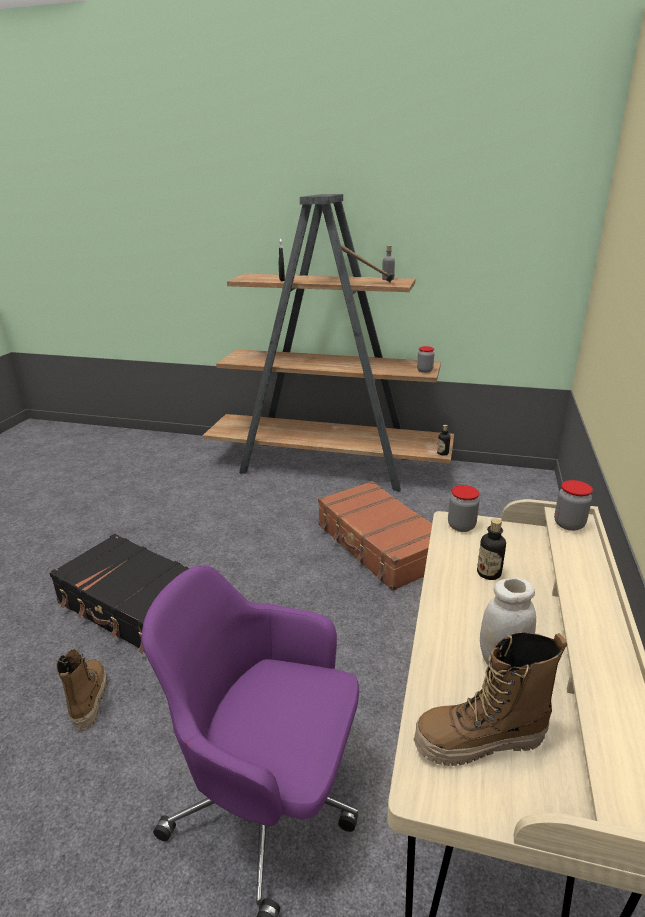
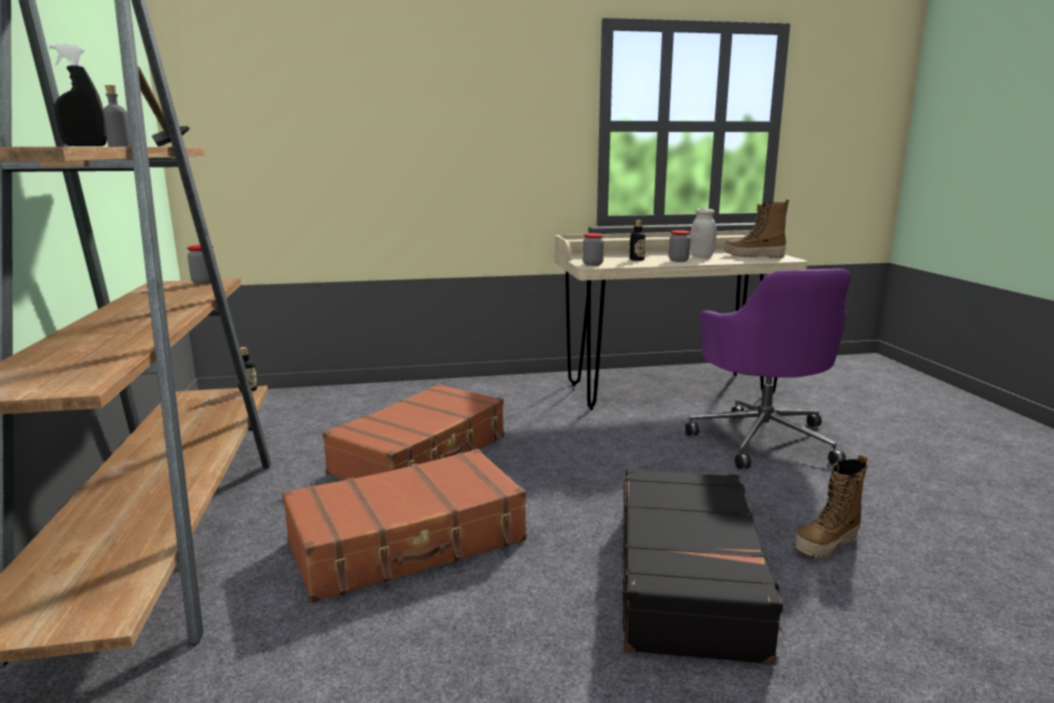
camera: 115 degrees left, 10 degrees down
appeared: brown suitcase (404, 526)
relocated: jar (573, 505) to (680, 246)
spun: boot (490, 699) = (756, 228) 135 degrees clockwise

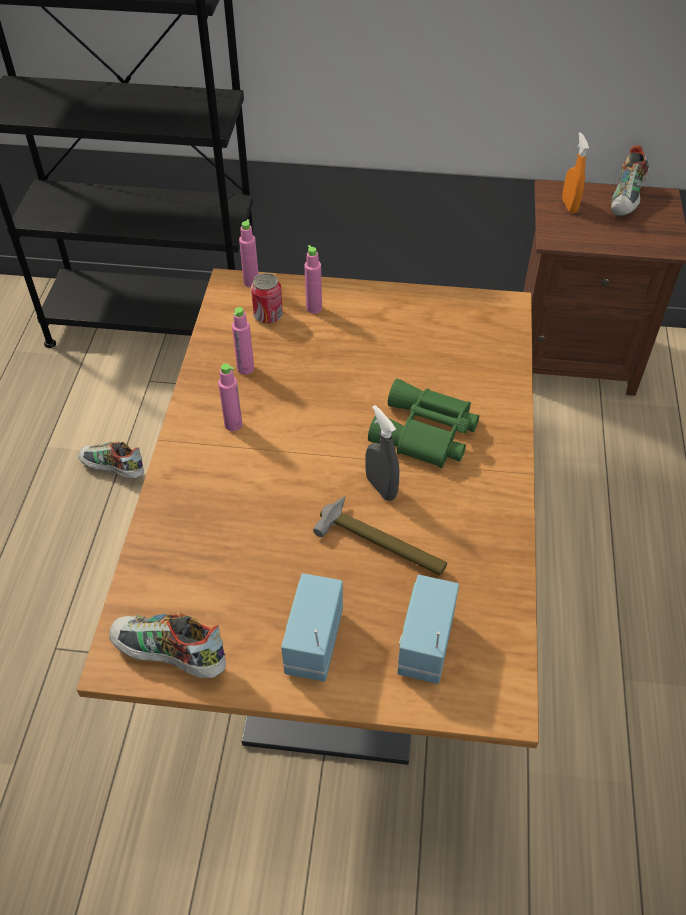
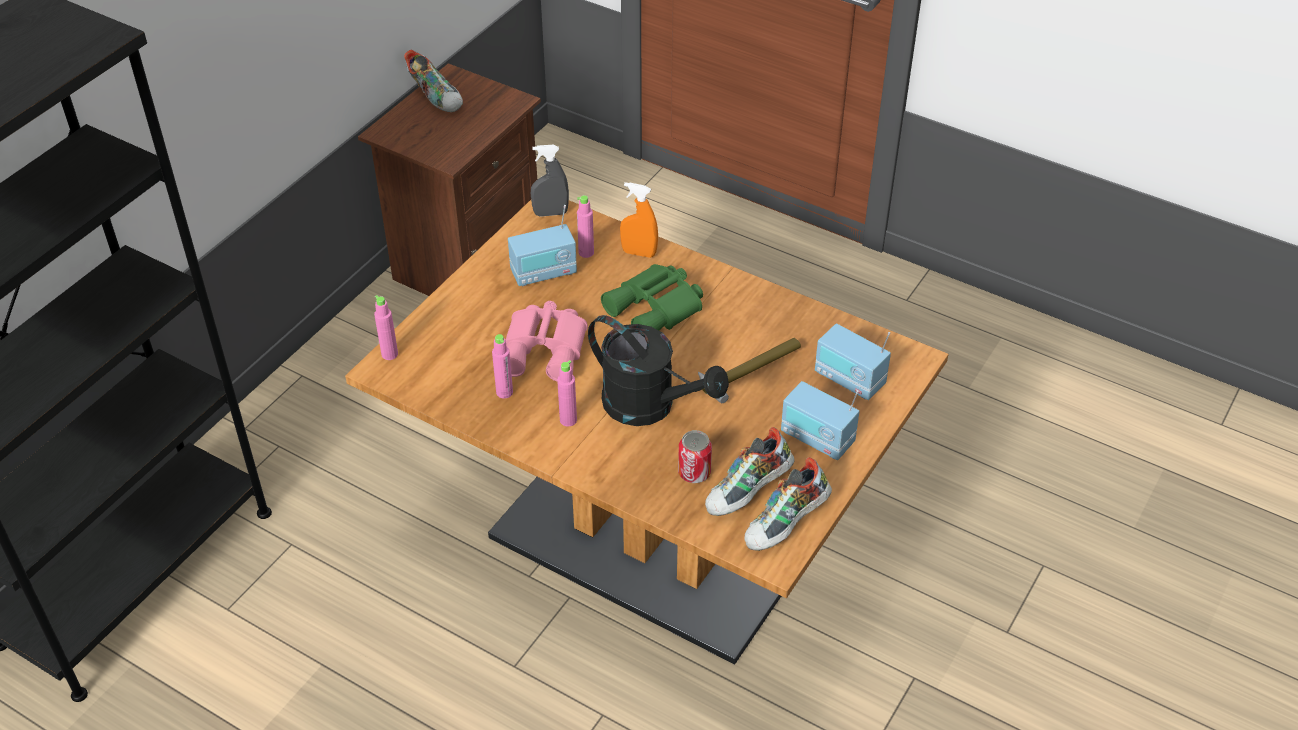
camera: 65 degrees left, 5 degrees down
appeared: pink binoculars (547, 341); radio (542, 245); black watering can (658, 370)
relocated: grey spray bottle (383, 453) to (550, 181); pink bottle (313, 279) to (585, 226); orange spray bottle (575, 172) to (639, 220); can (267, 298) to (695, 456); shoe (111, 460) to (750, 471)

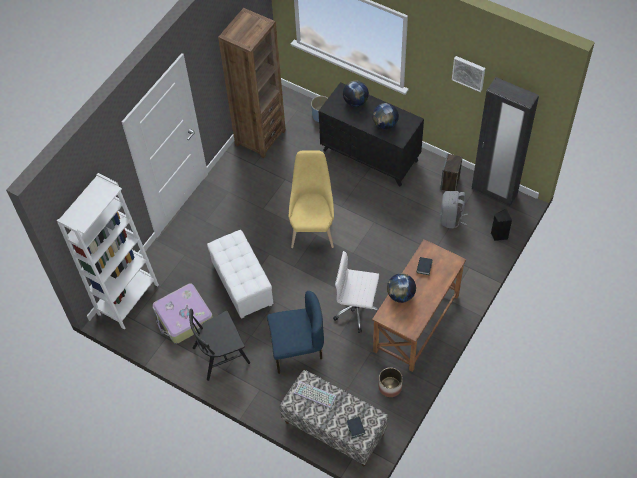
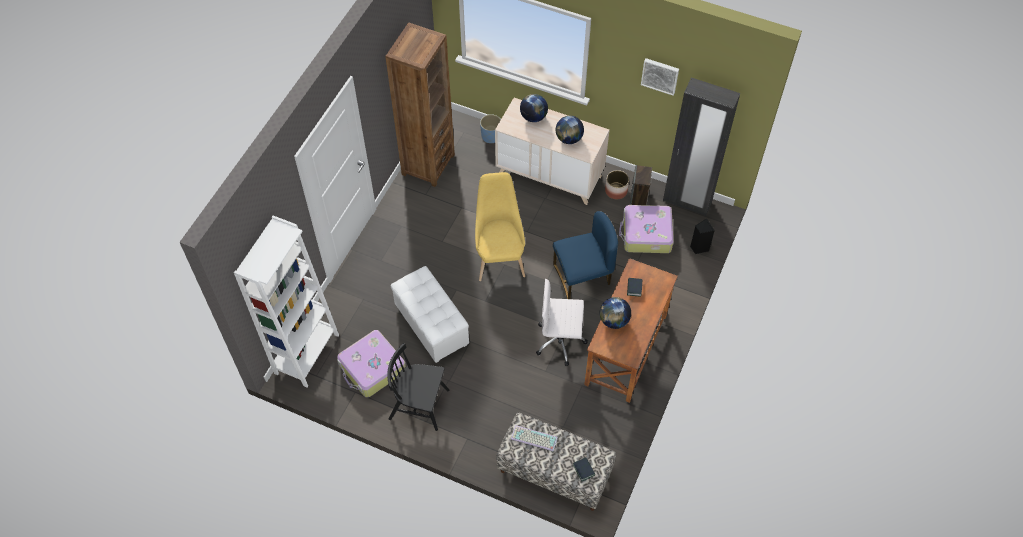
camera: 10 degrees left, 0 degrees up
relocated: blue chair (295, 332) to (585, 255); planter (390, 382) to (617, 184)
exchanged: grey backpack (454, 209) to suitcase (646, 229)
colour: black dresser (371, 134) to beige dresser (552, 151)
spun: black chair (219, 345) = (418, 387) 45 degrees clockwise

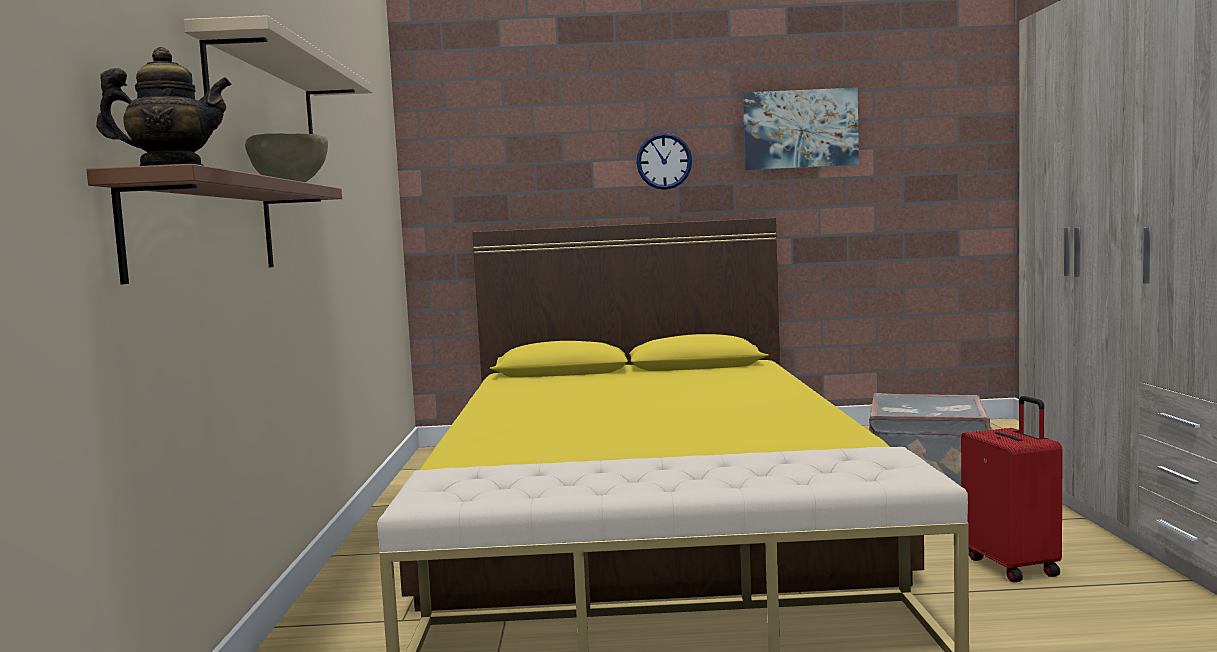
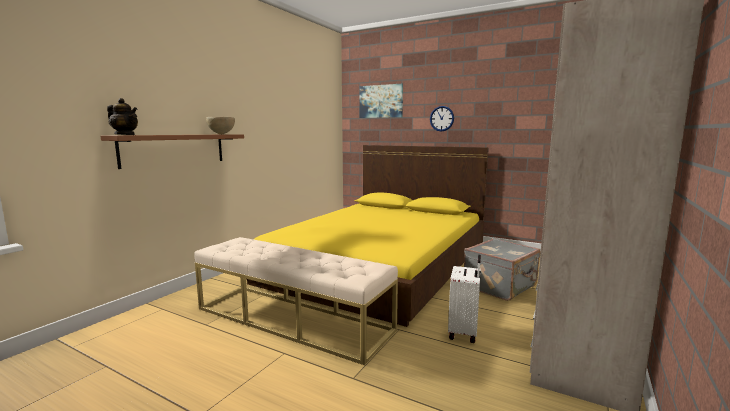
camera: 30 degrees right, 5 degrees up
missing: beige shelf (278, 74)
relocated: picture (801, 128) to (381, 101)
colour: red suitcase (1012, 489) to white suitcase (464, 299)

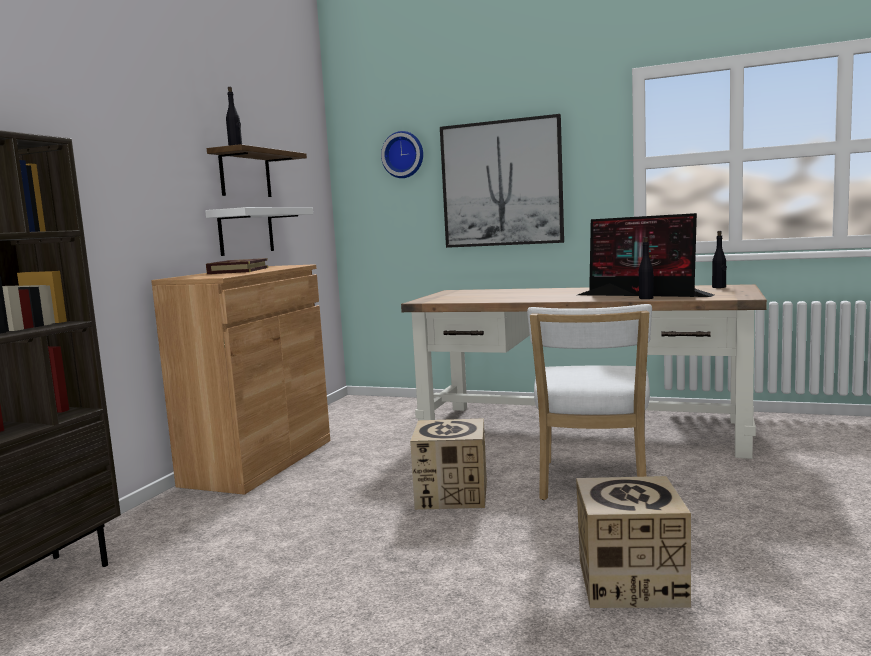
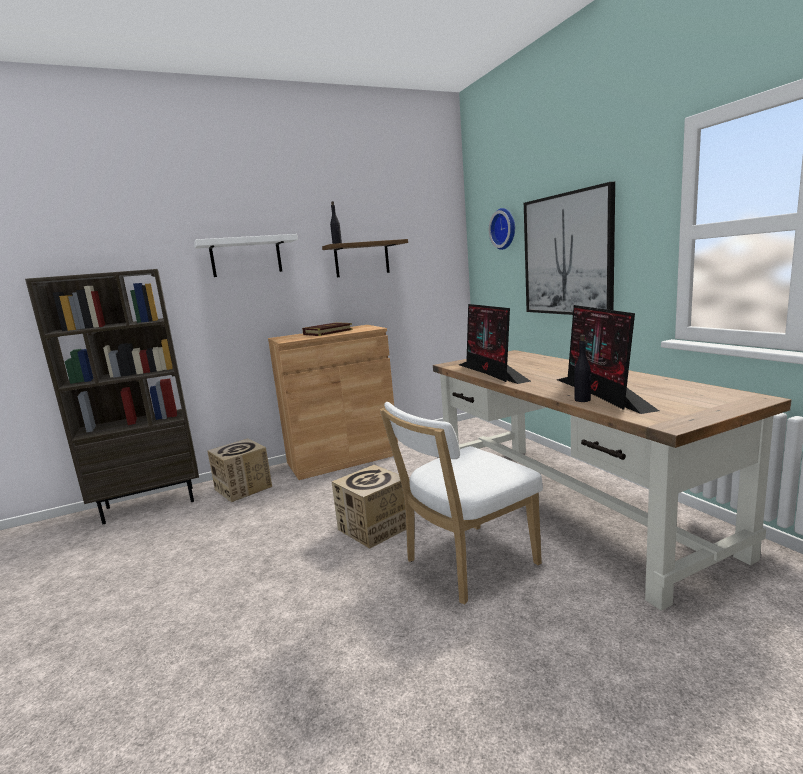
camera: 45 degrees right, 5 degrees up
missing: black bottle (719, 259)
appeared: monitor (495, 344)
relocated: white shelf (259, 231) to (246, 255); cardboard box (633, 542) to (240, 470)

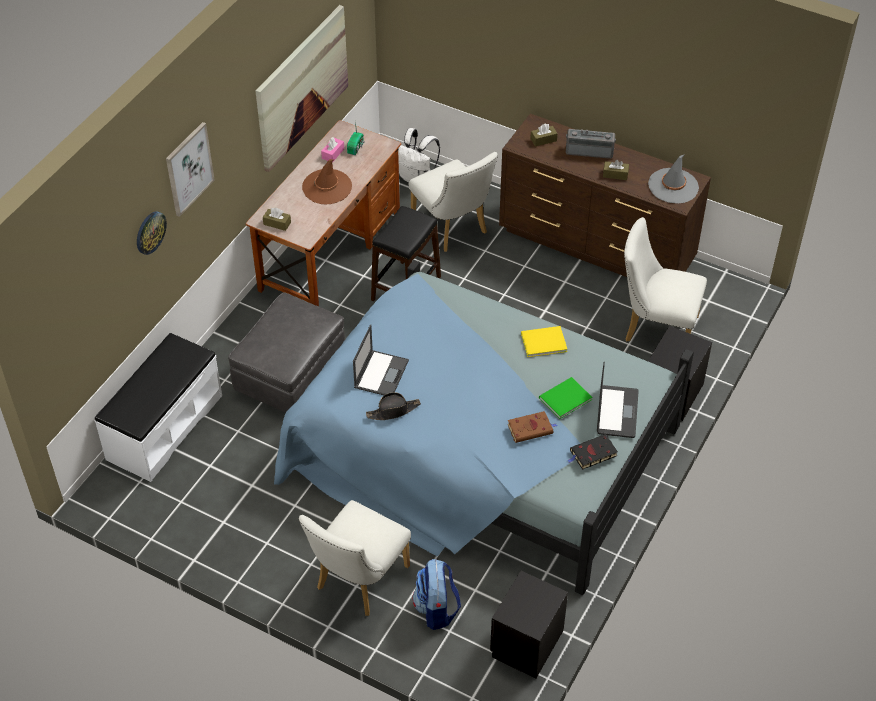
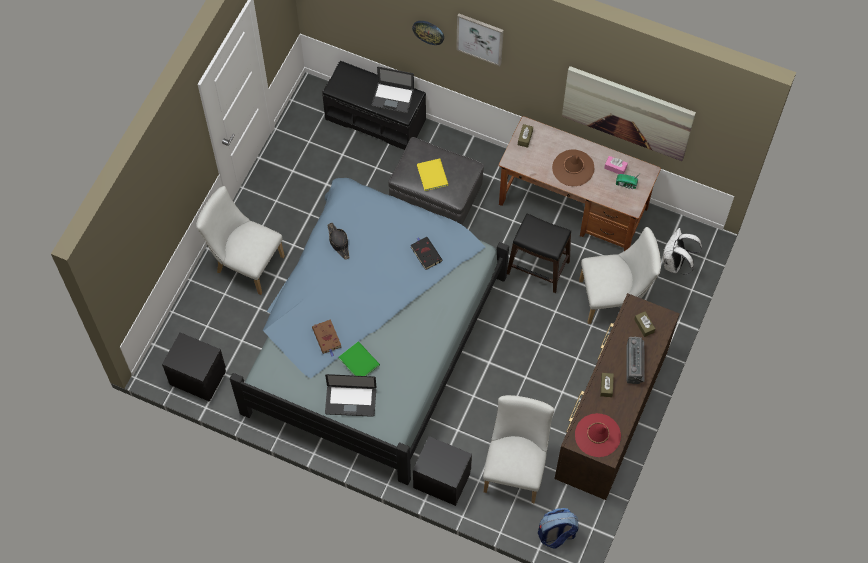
camera: 85 degrees right, 15 degrees up
relocated: laptop (381, 359) to (392, 90); black book (592, 452) to (427, 253); yellow book (544, 341) to (432, 174); backpack (437, 594) to (558, 528)
colour: white bench (158, 407) to black bench (374, 105); grey hat (673, 179) to red hat (598, 435)
spun: white chair (453, 202) = (620, 275) 150 degrees counterclockwise

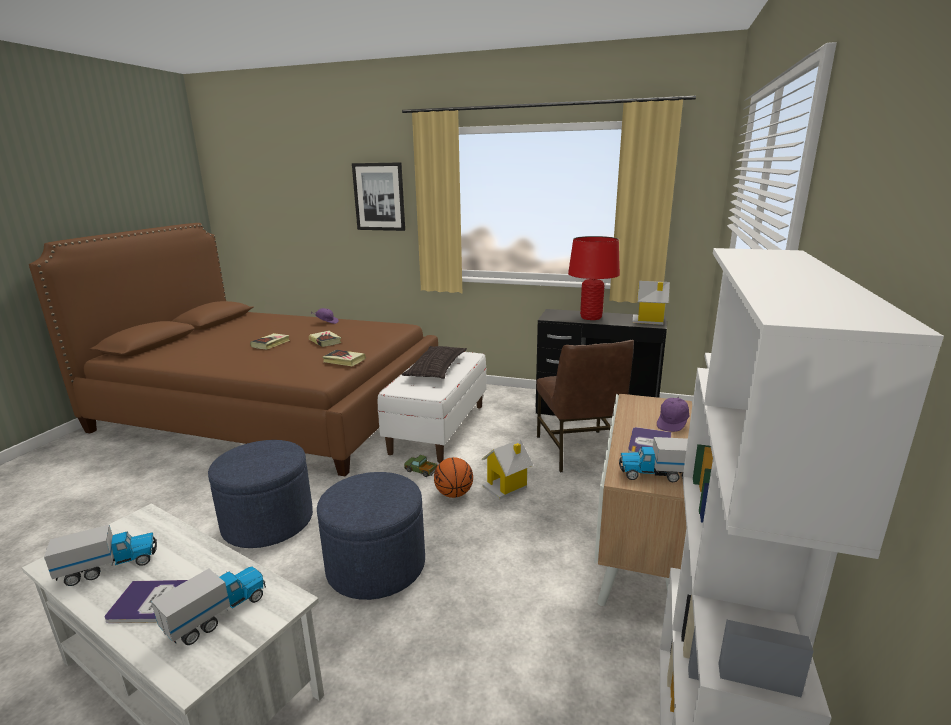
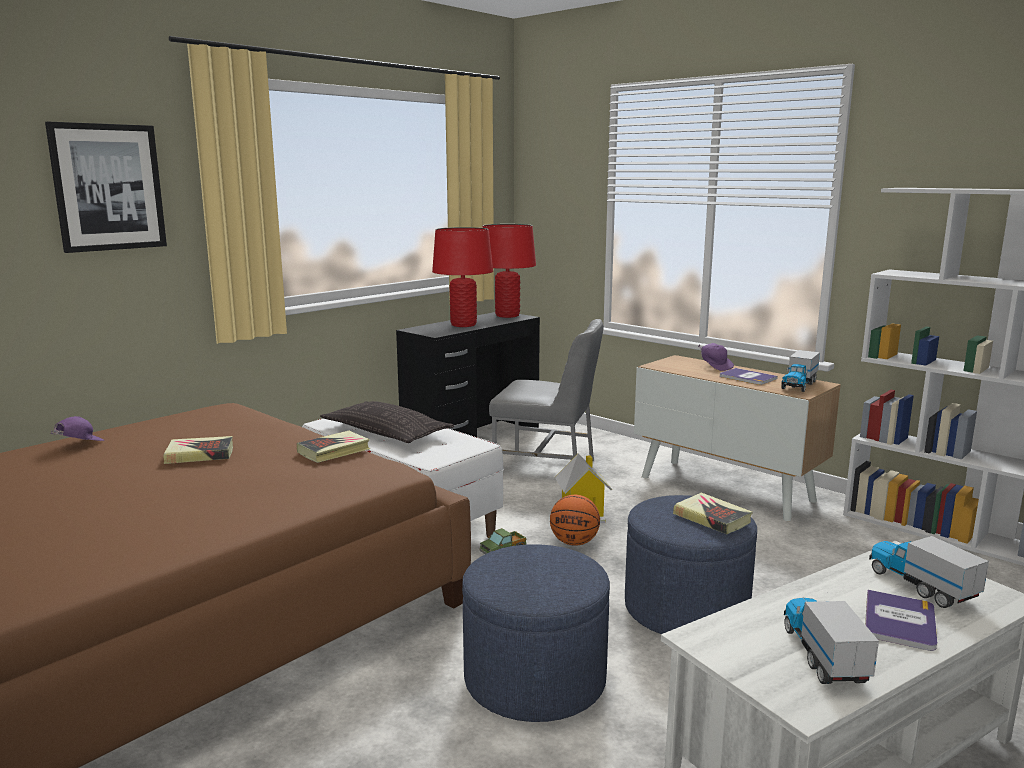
camera: 65 degrees left, 5 degrees down
relocated: book (270, 341) to (713, 513)
exchanged: toy house (651, 303) to red table lamp (509, 271)
colour: brown chair (585, 406) to grey chair (546, 390)

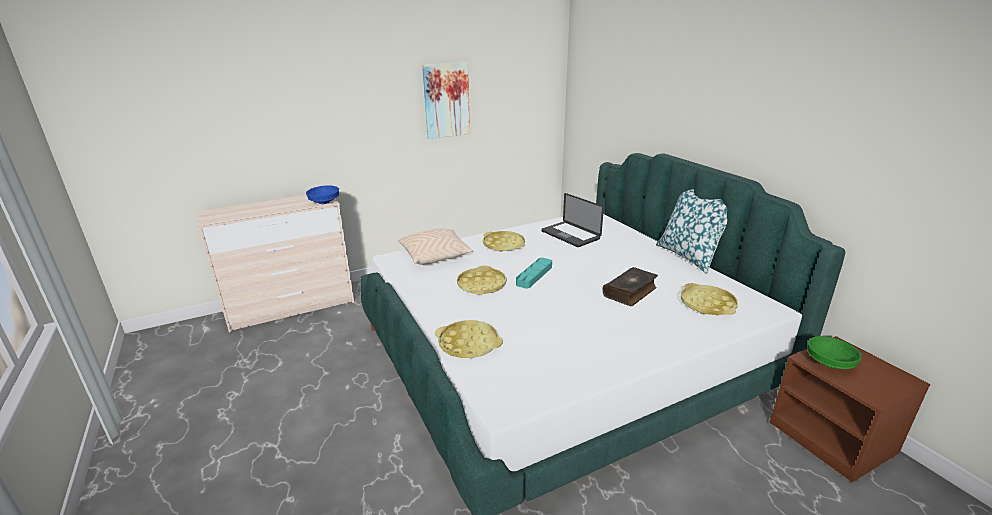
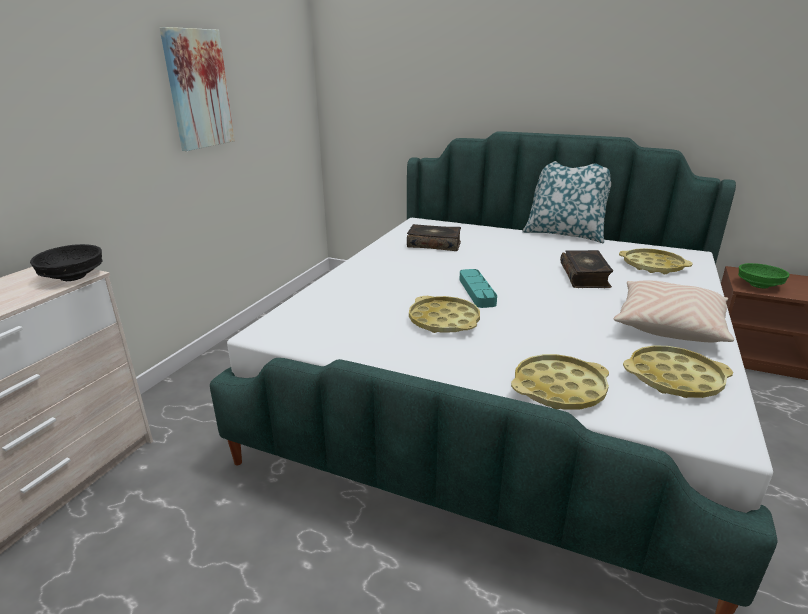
camera: 40 degrees left, 0 degrees up
relocated: beige pillow (435, 246) to (673, 311); yellow tray (504, 241) to (678, 371)
exchanged: laptop (572, 220) to book (434, 237)
colour: blue bowl (322, 195) to black bowl (66, 262)

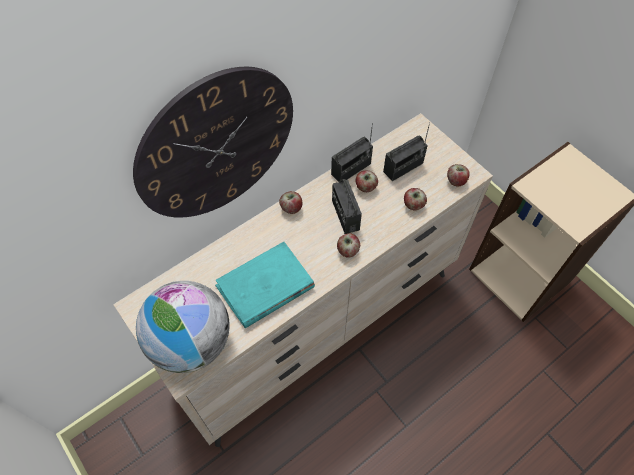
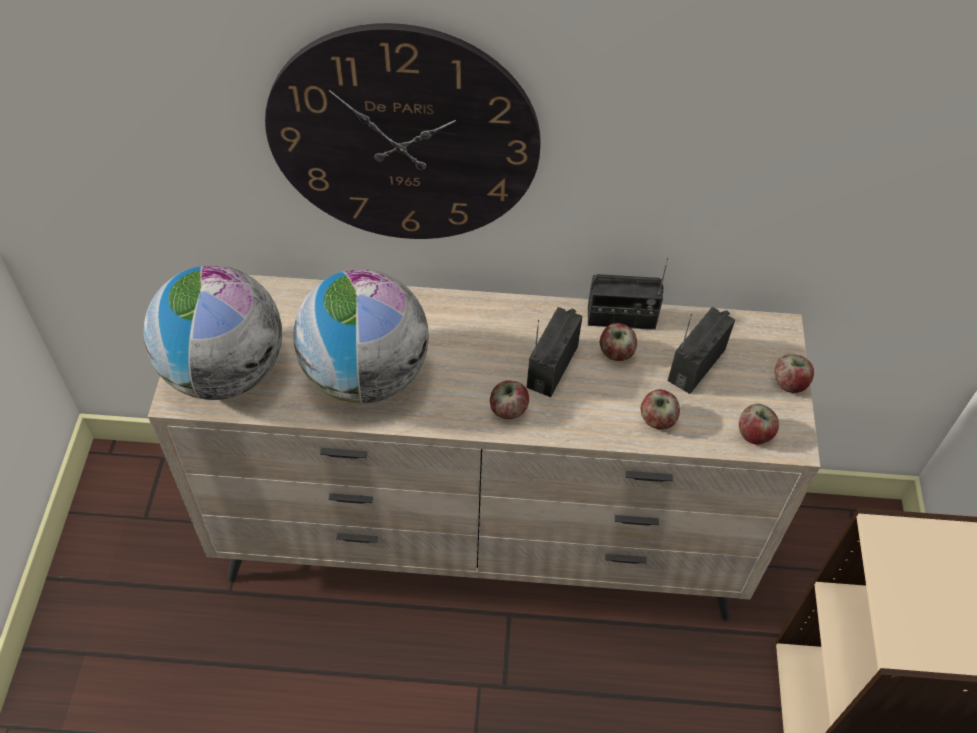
camera: 40 degrees right, 5 degrees down
relocated: apple (290, 202) to (794, 373)
exchanged: turquoise book (265, 285) to globe (361, 336)
spun: radio (406, 151) = (701, 350) 120 degrees clockwise

